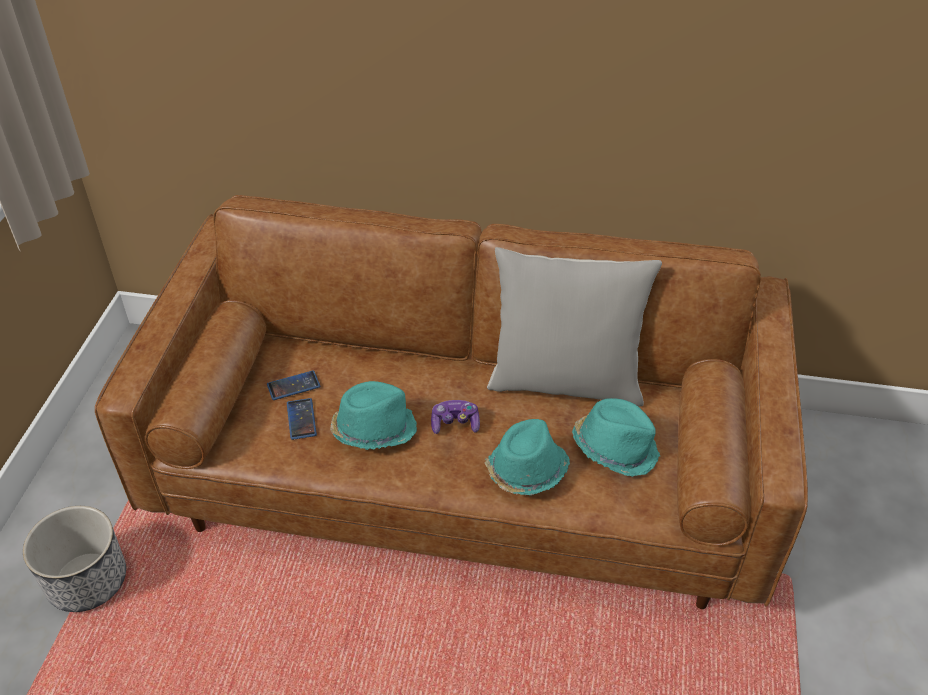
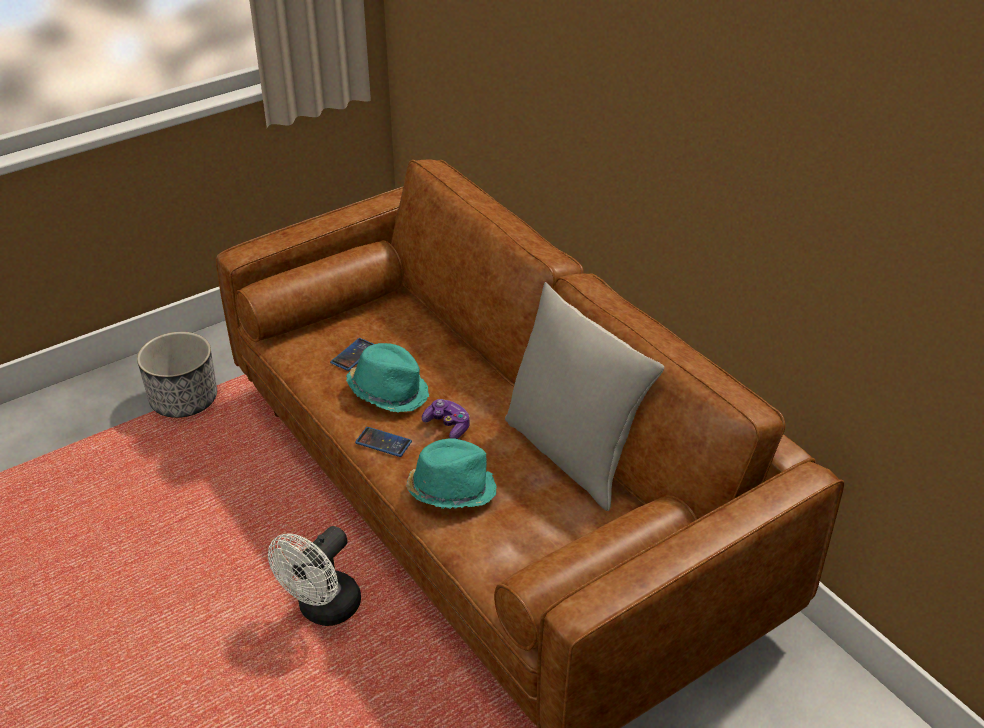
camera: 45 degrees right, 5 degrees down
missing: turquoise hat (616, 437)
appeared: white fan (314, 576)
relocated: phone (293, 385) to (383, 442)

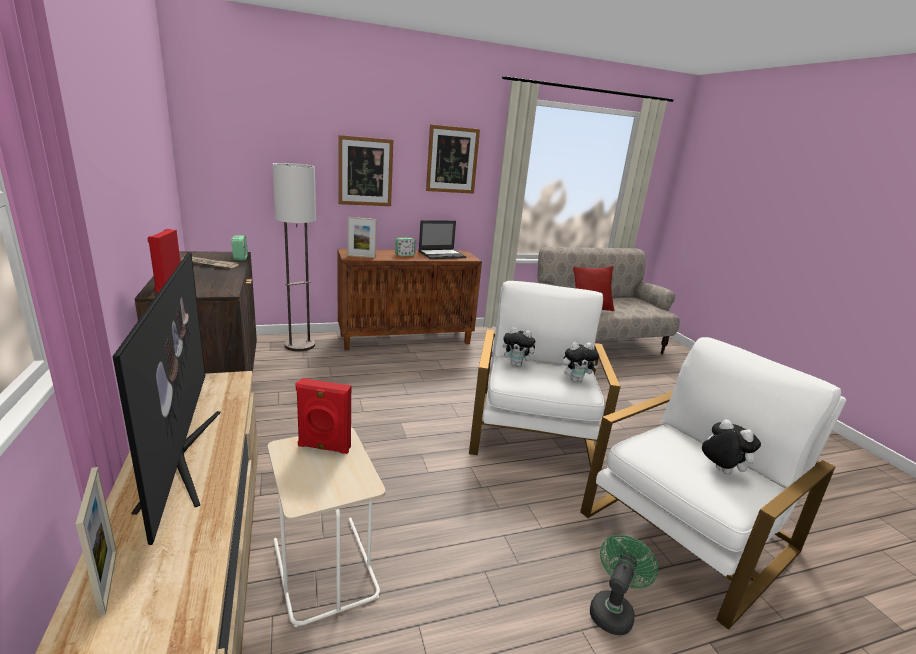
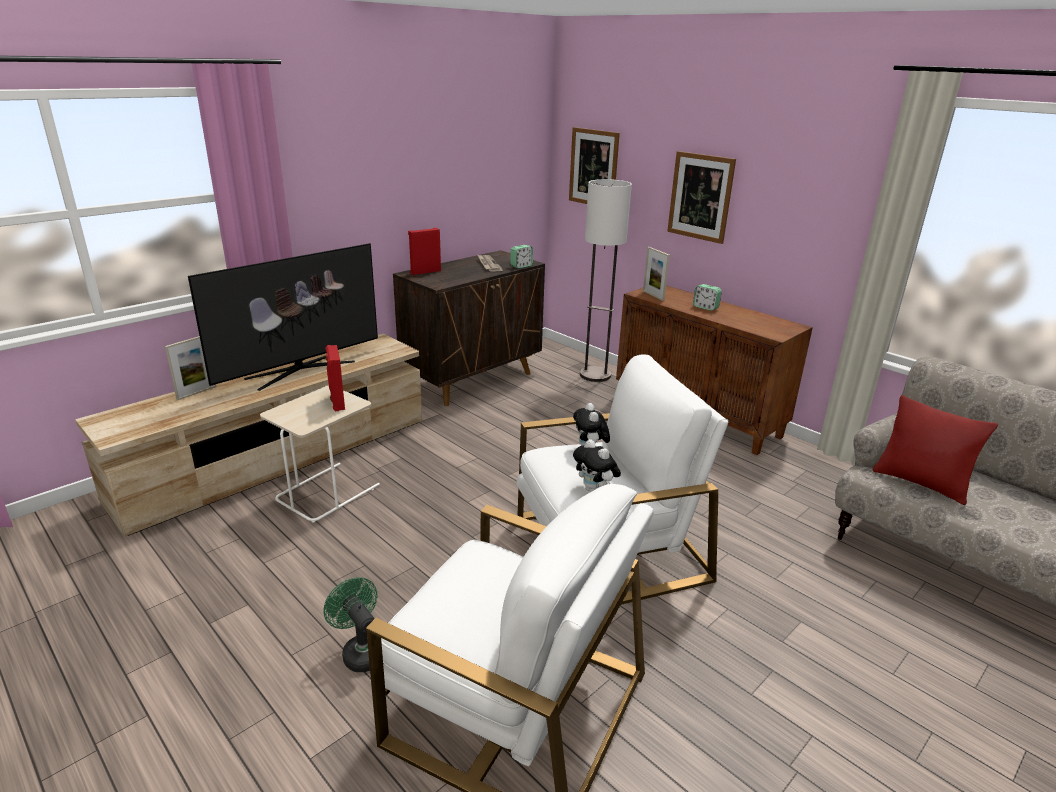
camera: 65 degrees right, 5 degrees up
missing: laptop (442, 239); plush toy (731, 446)
relocated: picture (453, 159) to (594, 165)
spun: green fan (624, 585) = (350, 624) 135 degrees counterclockwise

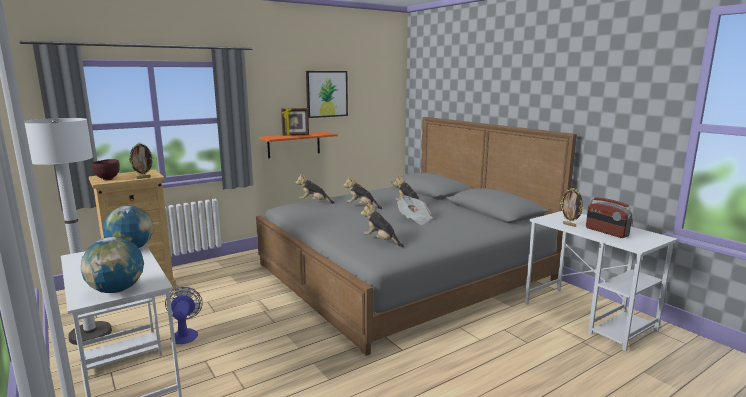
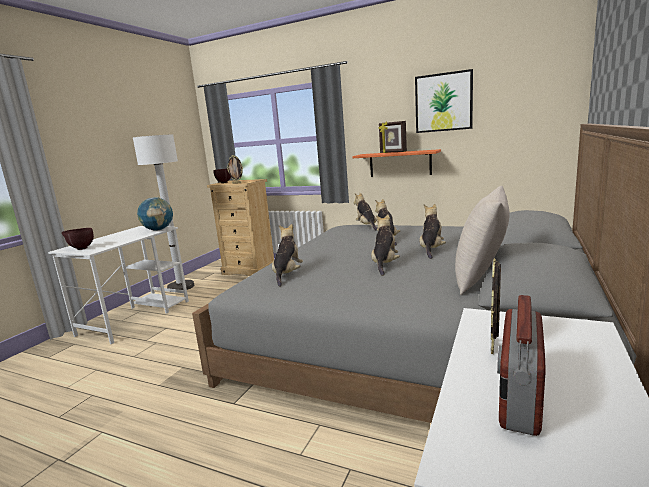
camera: 60 degrees right, 0 degrees up
missing: fan (184, 315)
appeared: beige pillow (482, 240)
exchanged: globe (112, 265) to brown bowl (78, 239); newspaper (415, 210) to plush toy (385, 245)

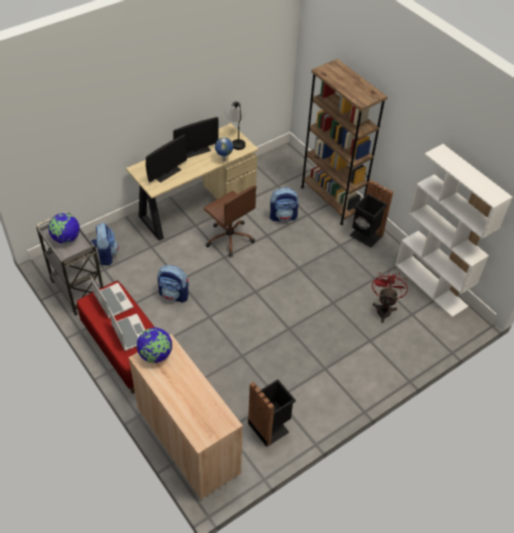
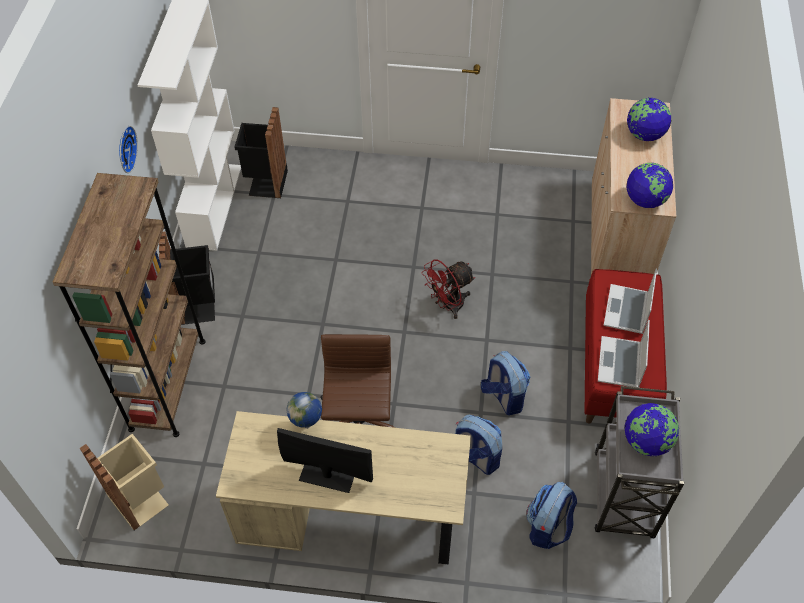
camera: 135 degrees left, 5 degrees up
missing: monitor (166, 159); table lamp (235, 125)
appeared: beige trash can (124, 482); wall clock (128, 149); globe (649, 119)
relocated: black trash can (272, 413) to (261, 152); red fan (390, 297) to (448, 289); backpack (284, 204) to (478, 445)

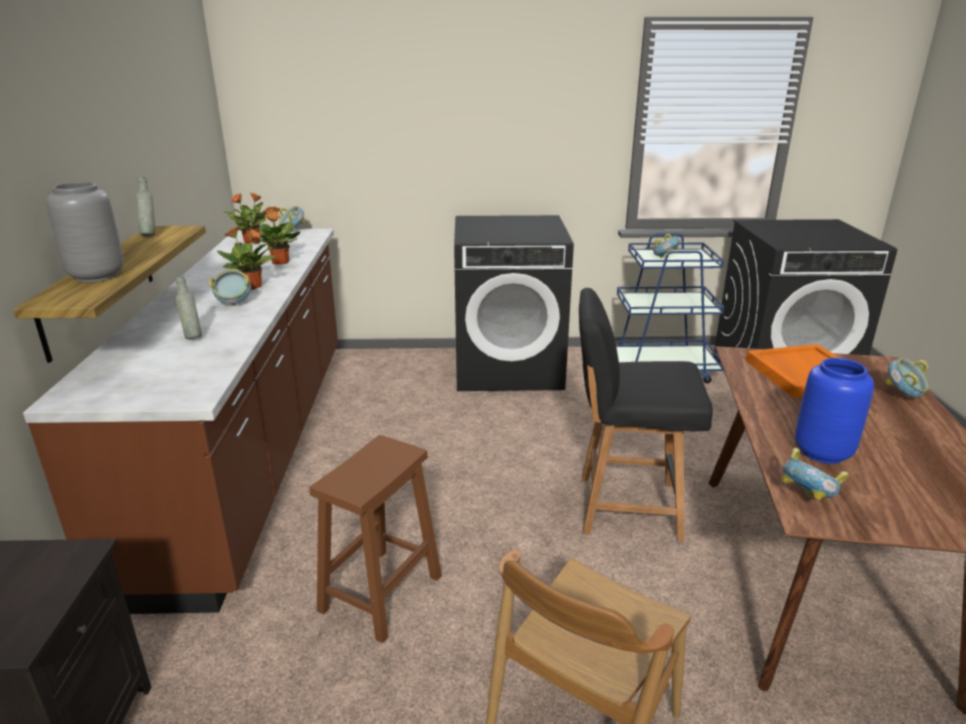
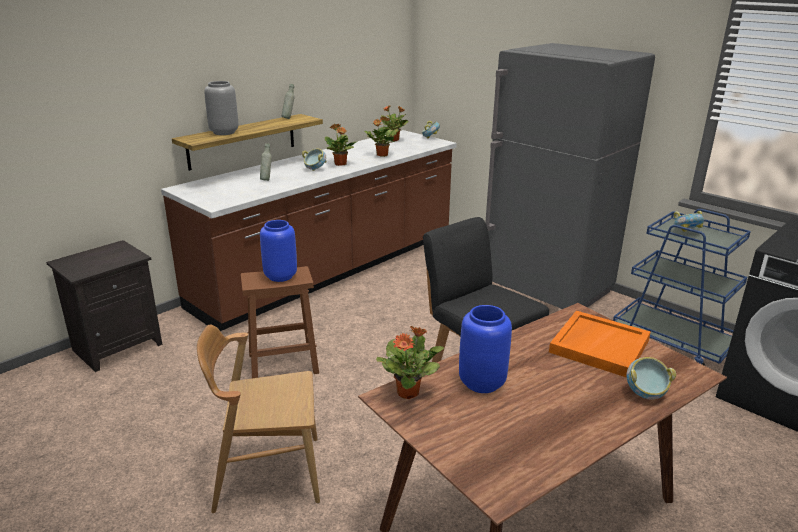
camera: 45 degrees right, 0 degrees up
appeared: blue vase (278, 251)
exchanged: bowl (815, 474) to potted plant (410, 362); black washing machine (514, 303) to grey fridge (570, 176)

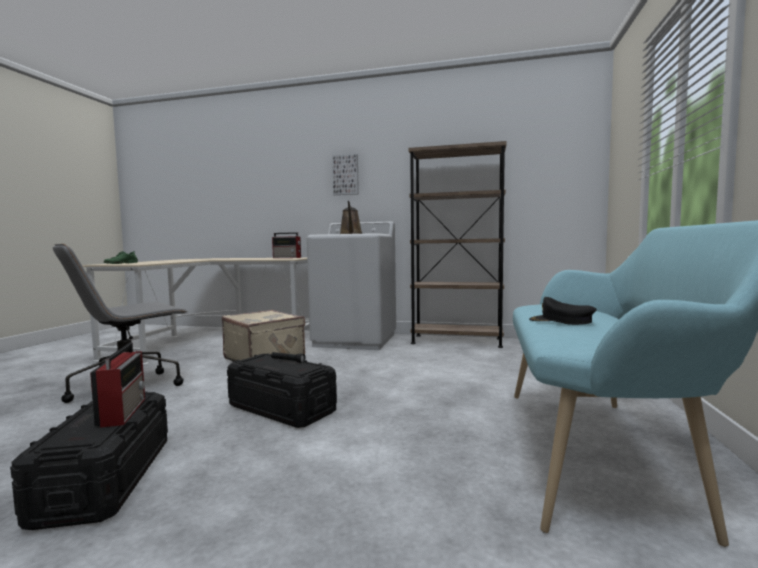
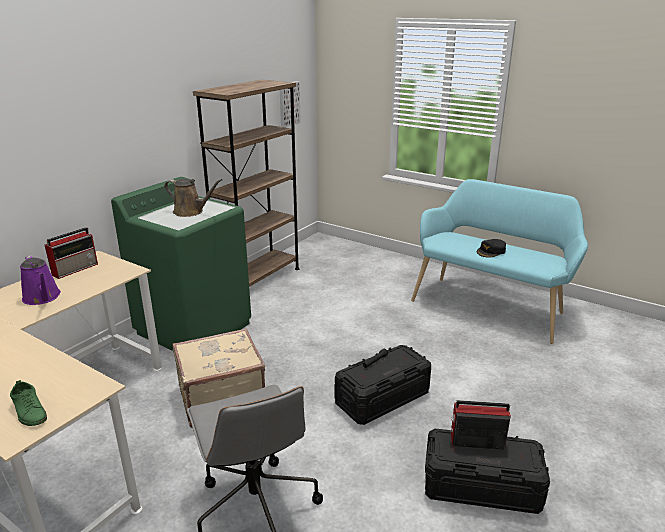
camera: 70 degrees left, 20 degrees up
appeared: purple watering can (40, 280)
relocated: picture (345, 174) to (290, 104)
colour: white washing machine (351, 285) to green washing machine (181, 264)

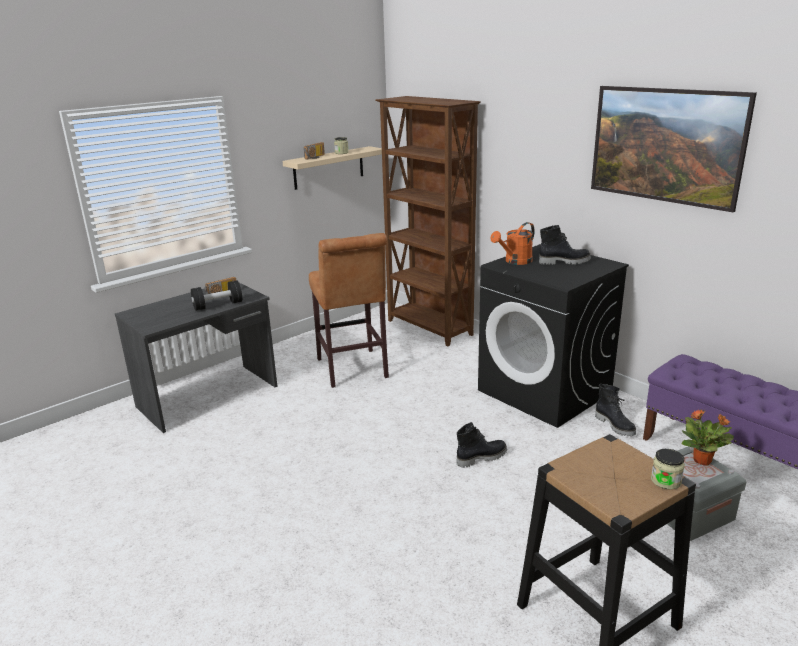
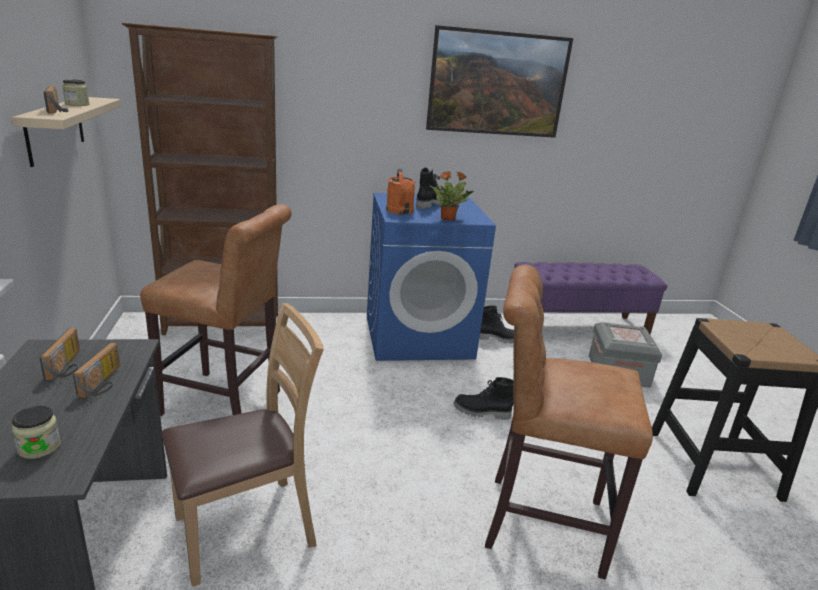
camera: 60 degrees left, 0 degrees up
appeared: brown chair (243, 445); brown stool (569, 422)
relocated: jar (668, 469) to (36, 432); potted plant (708, 437) to (451, 196)
exchanged: black dumbbell (216, 296) to radio (96, 370)
colour: black washing machine (553, 336) to blue washing machine (431, 277)
spun: black boot (481, 445) = (483, 398) 90 degrees counterclockwise

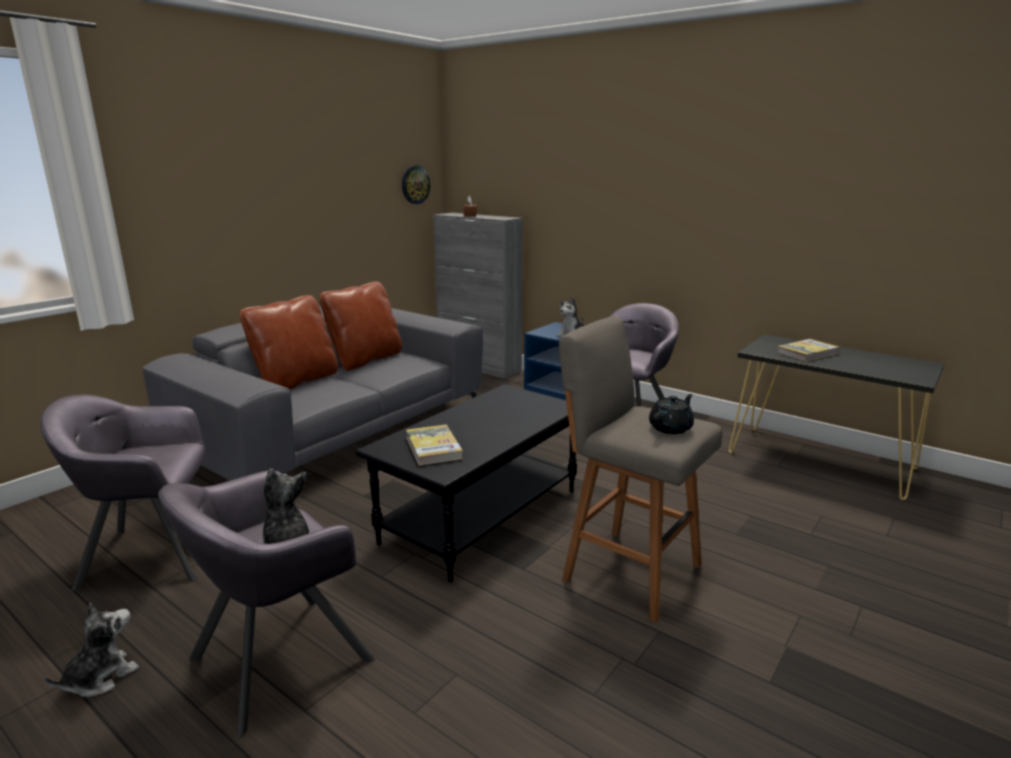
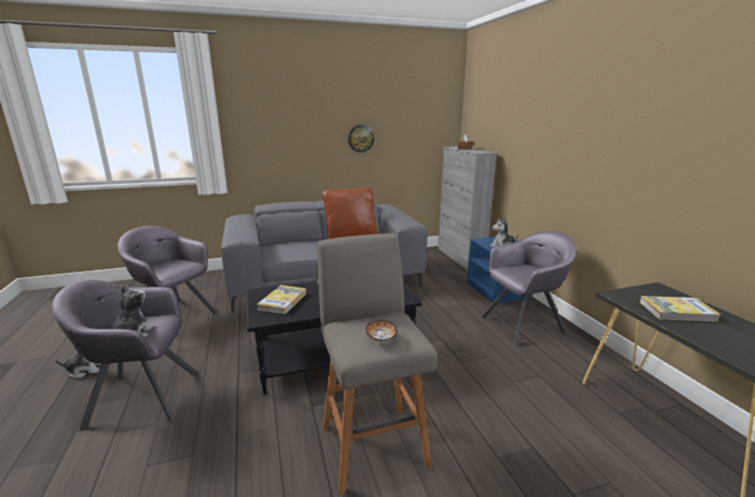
camera: 35 degrees right, 0 degrees up
missing: brown pillow (288, 342)
relocated: wall clock (416, 185) to (361, 139)
exchanged: black teapot (671, 414) to bowl (382, 331)

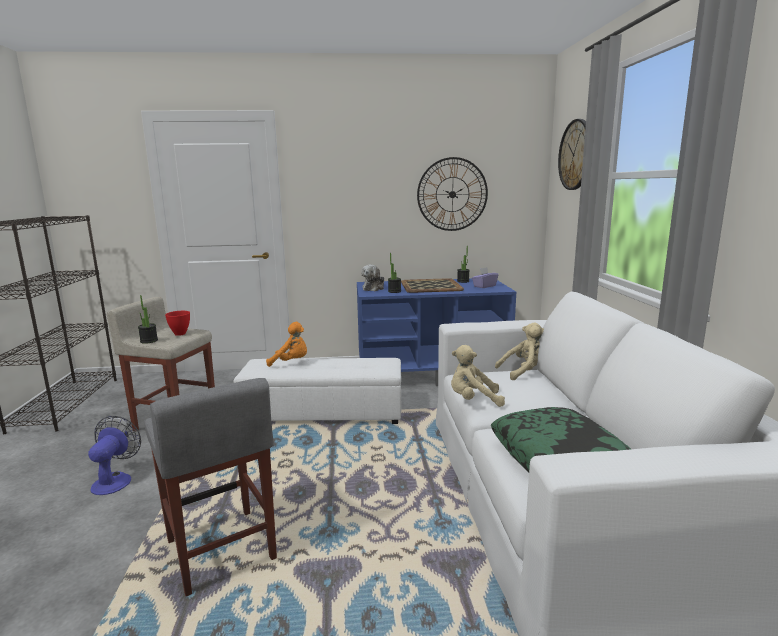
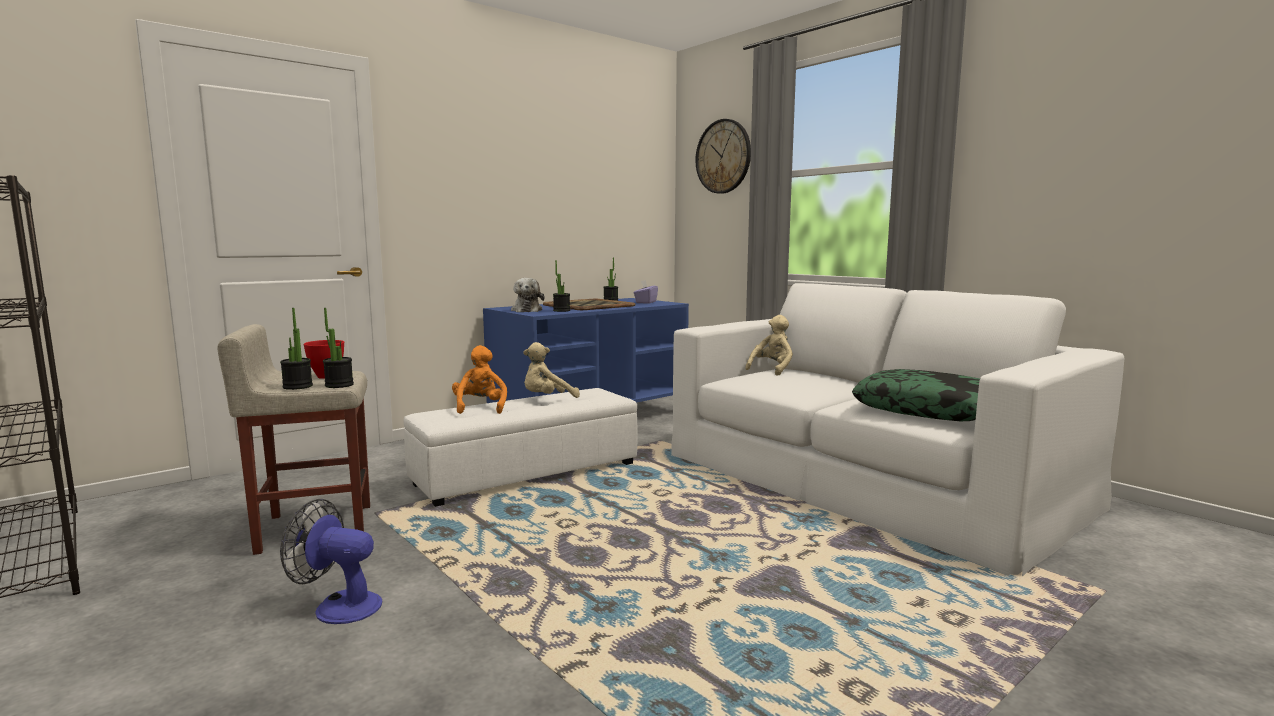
camera: 35 degrees left, 5 degrees down
missing: grey stool (211, 487); wall clock (452, 194)
appeared: potted plant (338, 348)
relocated: beige plush toy (478, 376) to (551, 370)
spun: fan (114, 455) = (331, 561) 45 degrees counterclockwise; orange plush toy (286, 344) = (479, 379) 75 degrees counterclockwise

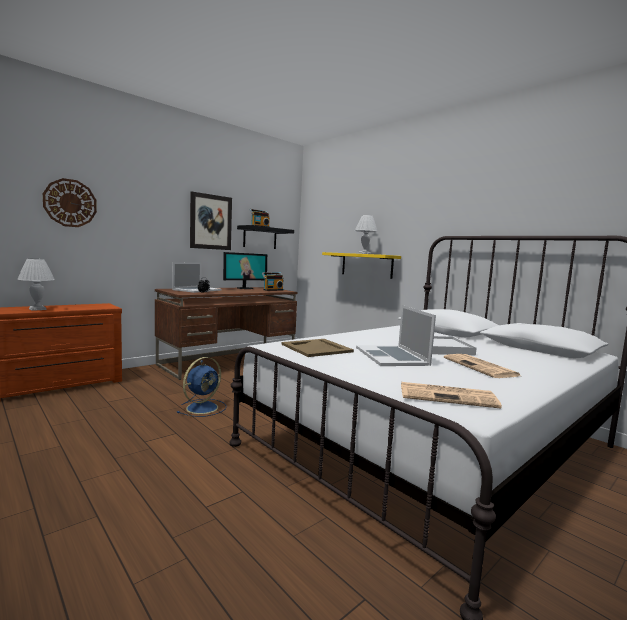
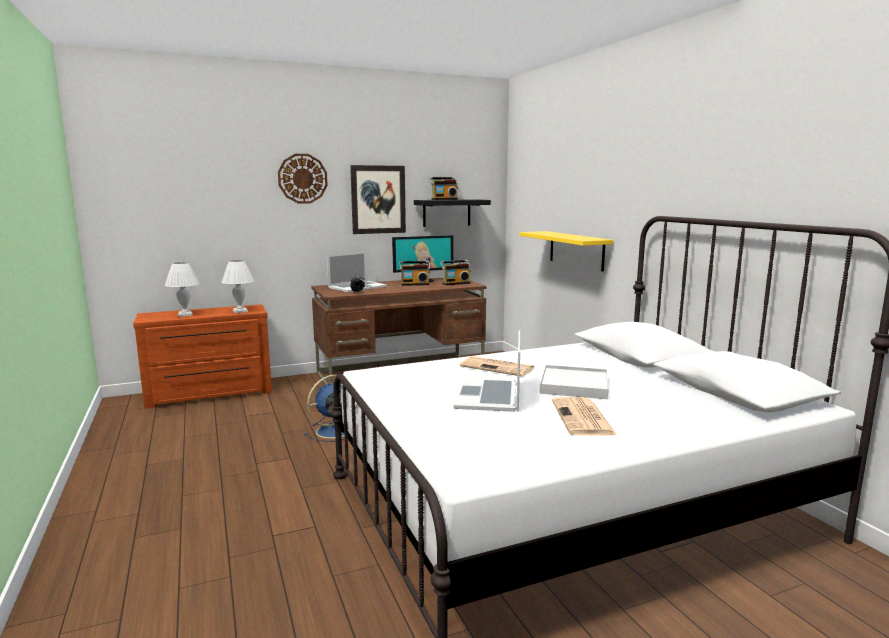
camera: 20 degrees right, 5 degrees up
missing: beige tray (317, 348)
appeared: radio (414, 273)
relocated: white table lamp (366, 234) to (237, 286); wall clock (70, 202) to (303, 179); newspaper (451, 395) to (497, 366)

